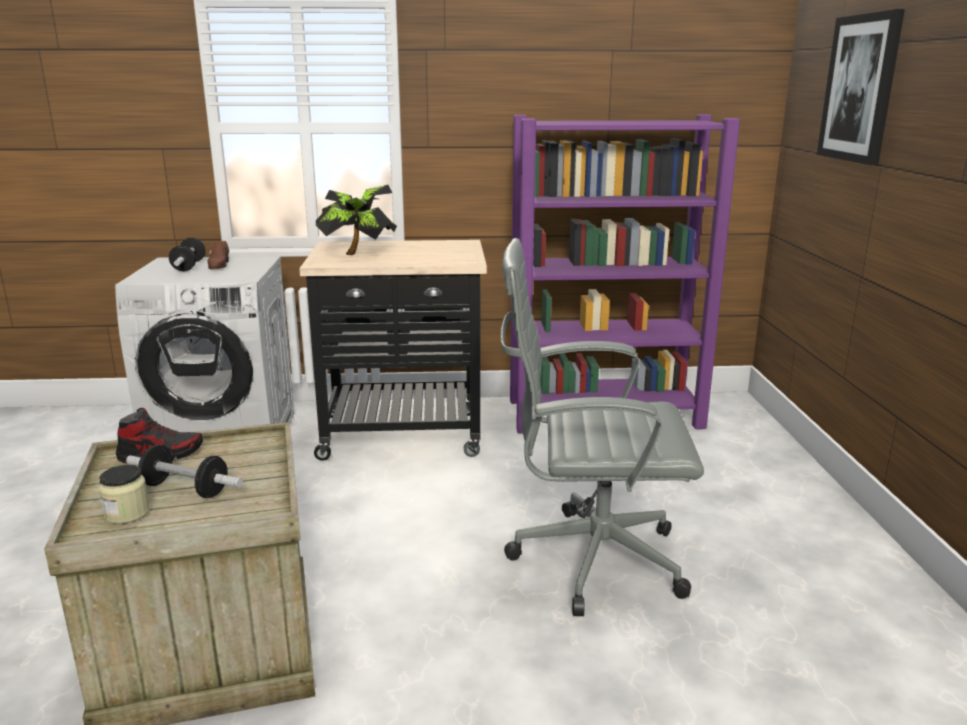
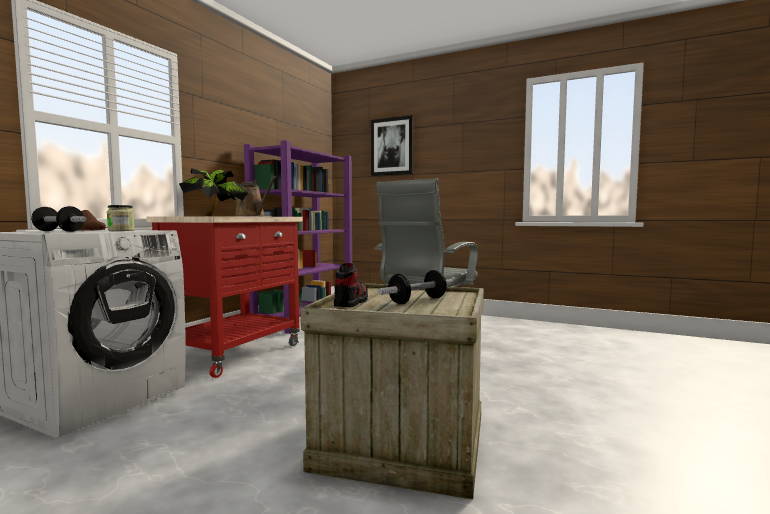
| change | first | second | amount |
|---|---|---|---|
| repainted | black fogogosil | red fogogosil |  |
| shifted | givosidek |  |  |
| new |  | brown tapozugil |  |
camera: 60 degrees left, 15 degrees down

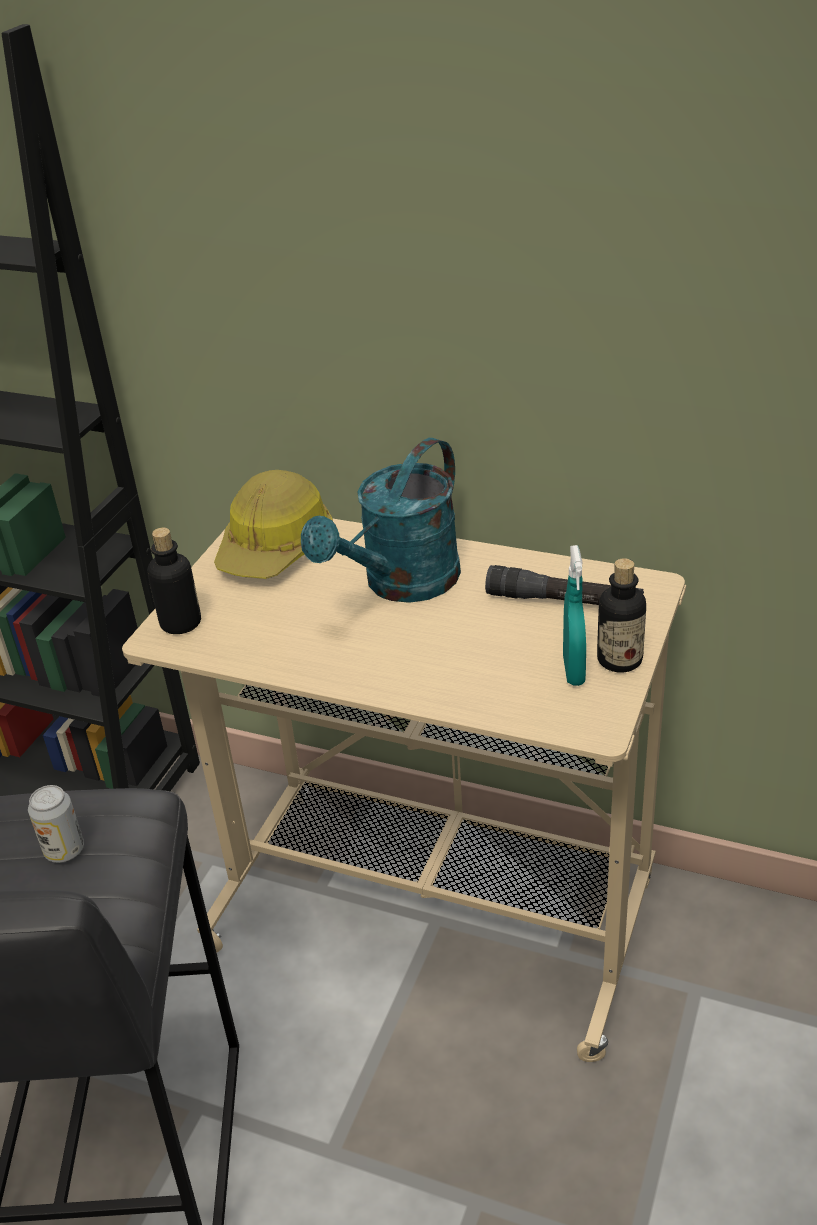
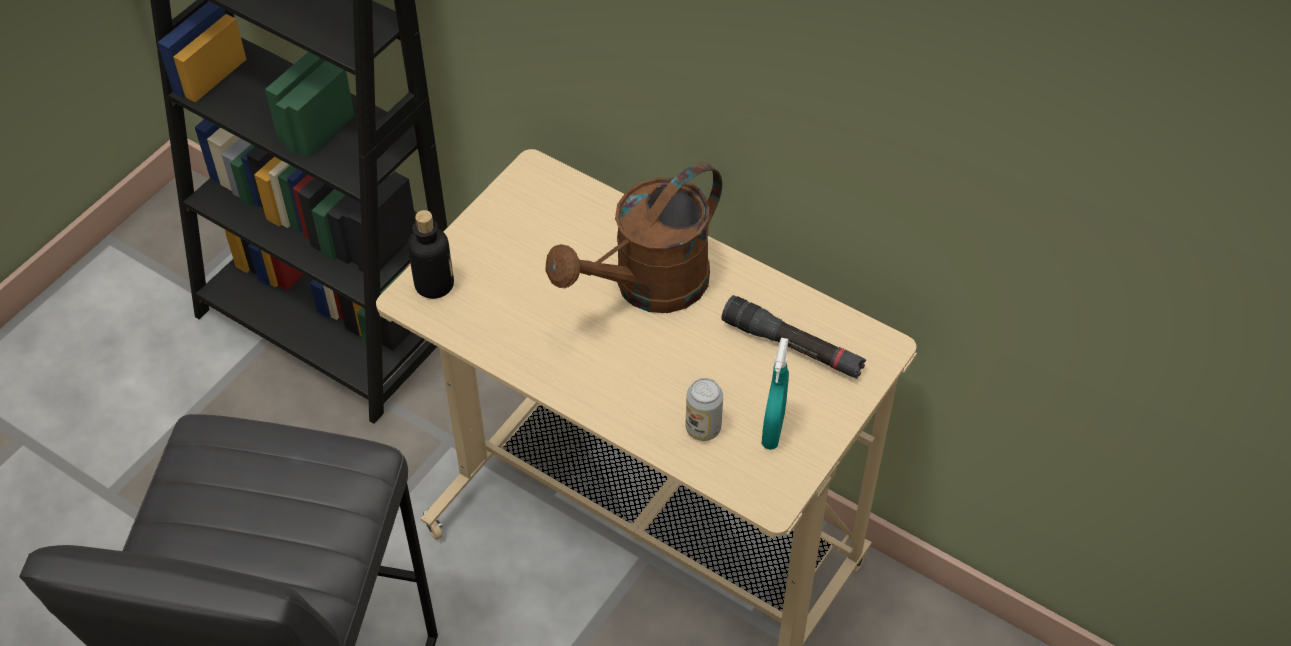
| change | first | second | amount |
|---|---|---|---|
| repainted | turquoise tapozugil | brown tapozugil |  |
| gone | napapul |  |  |
| gone | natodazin (no. 2 from left) |  |  |
| shifted | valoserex |  |  |
camera: 10 degrees right, 15 degrees up

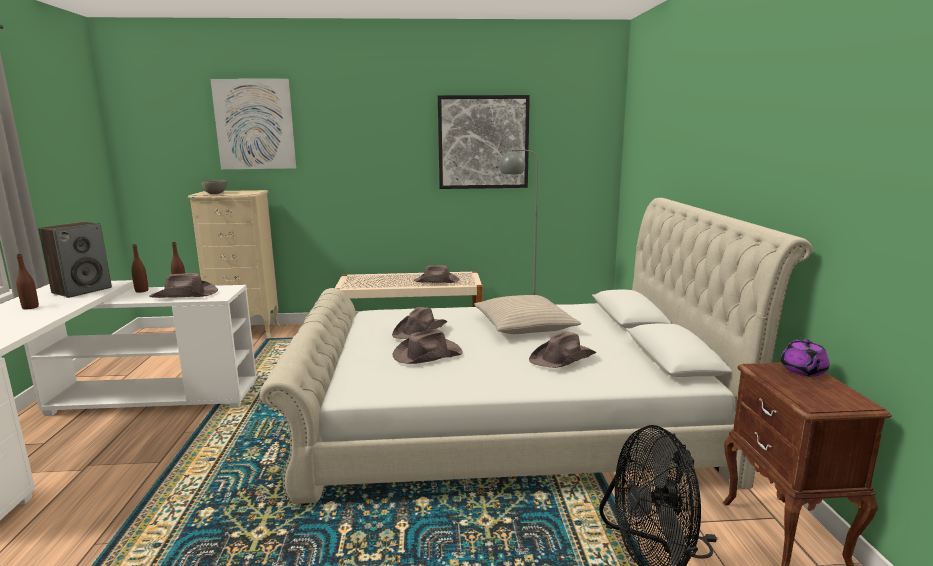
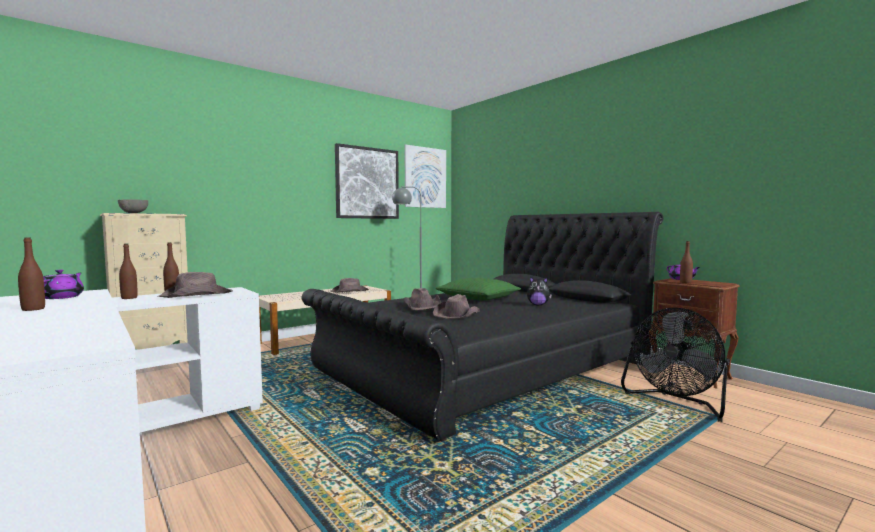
| change | first | second | amount |
|---|---|---|---|
| shifted | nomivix (no. 1 from left in the first image) | nomivix (no. 2 from left) |  |
| repainted | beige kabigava | black kabigava |  |
| swapped | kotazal | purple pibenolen (no. 1 from left) |  |
| repainted | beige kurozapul | green kurozapul |  |
| swapped | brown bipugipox (no. 5 from left) | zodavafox |  |
| new |  | brown natodazin (no. 4 from left) |  |
camera: 35 degrees left, 10 degrees down

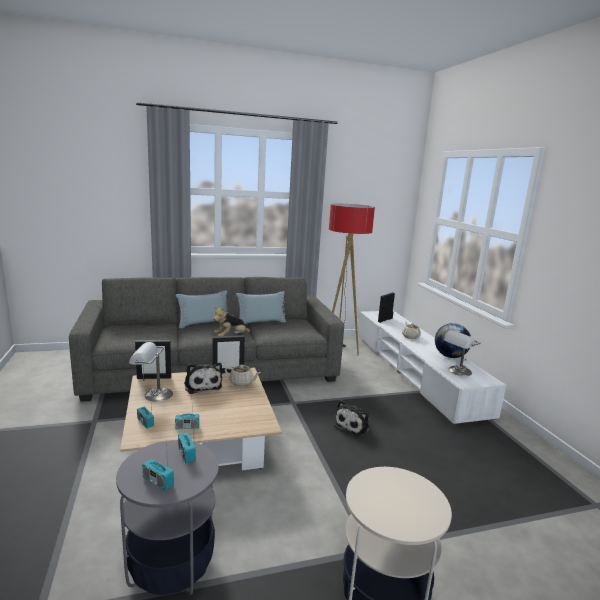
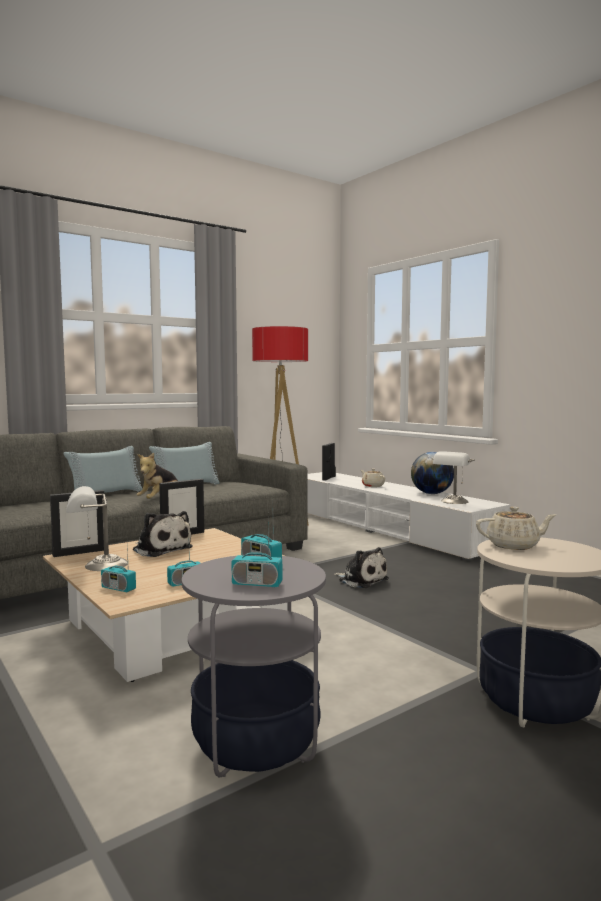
| change | first | second | amount |
|---|---|---|---|
| shifted | beige pibenolen (no. 1 from left in the first image) | beige pibenolen (no. 2 from left) |  |
| rotated | zodavafox (no. 3 from left) |  | 60 degrees counterclockwise |
camera: 20 degrees left, 10 degrees down

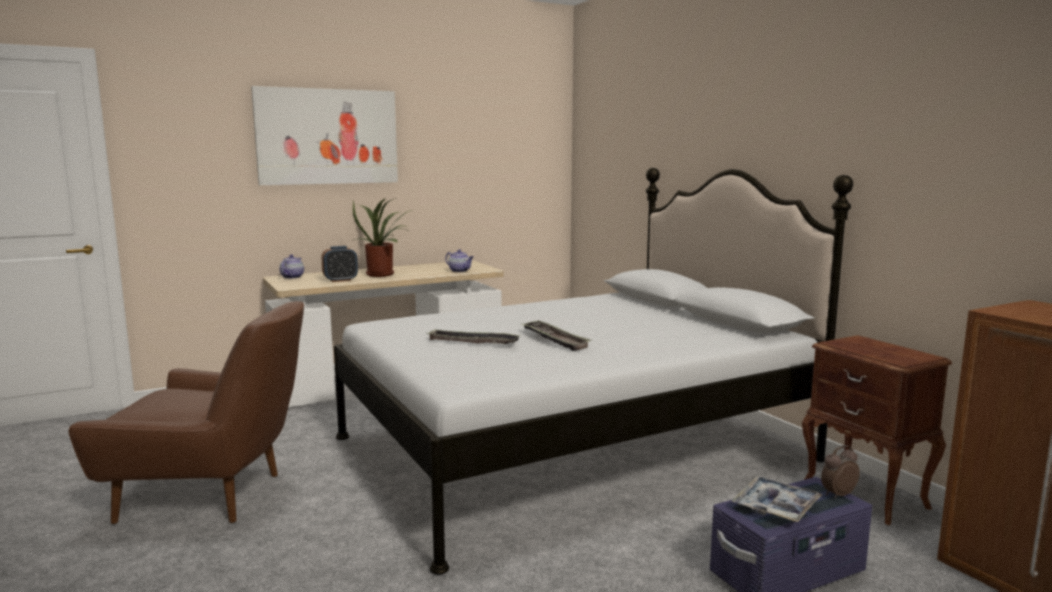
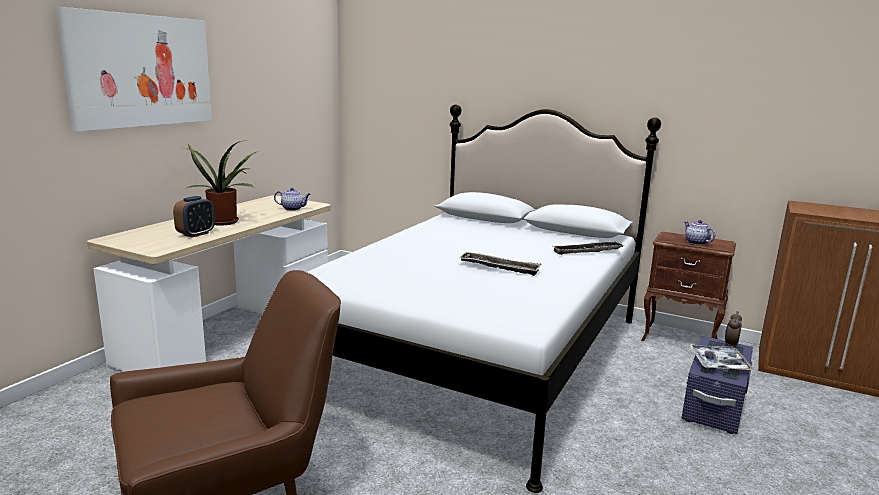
| change | first | second | amount |
|---|---|---|---|
| shifted | pibenolen (no. 1 from left in the first image) | pibenolen (no. 2 from left) |  |
| shifted | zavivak (no. 1 from left in the first image) | zavivak (no. 2 from left) |  |
camera: 35 degrees left, 5 degrees up

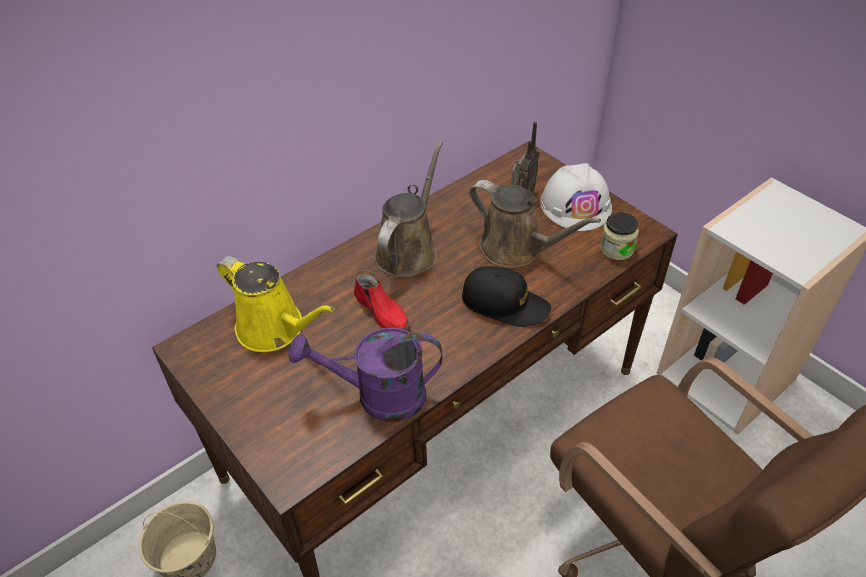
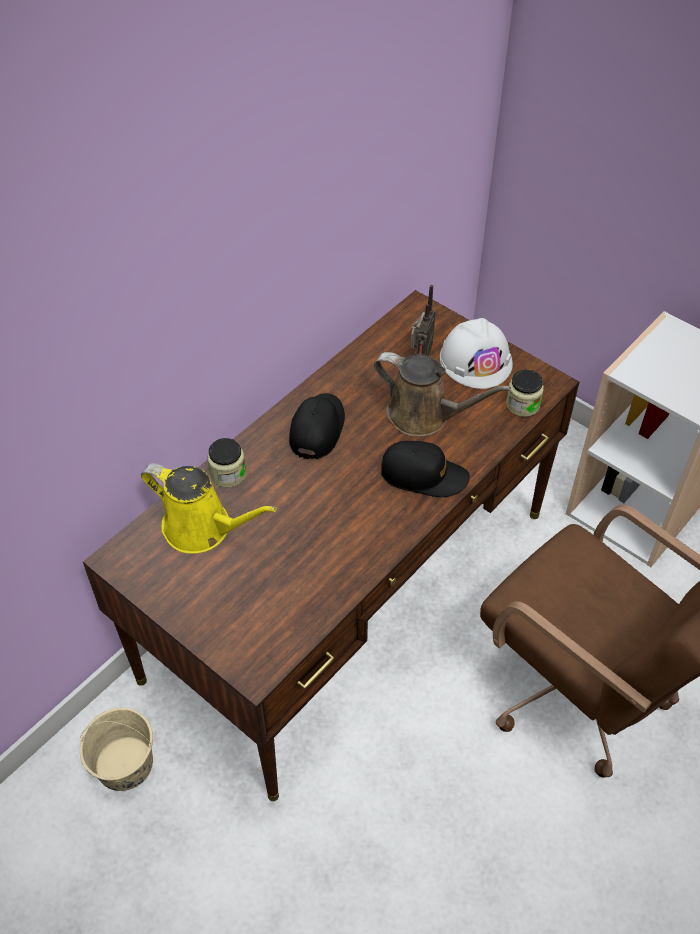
| change | first | second | amount |
|---|---|---|---|
| swapped | brown tapozugil (no. 1 from left) | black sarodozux (no. 1 from left) |  |
| gone | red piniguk |  |  |
| gone | purple tapozugil |  |  |
| new |  | givosidek (no. 1 from left) |  |
camera: 10 degrees left, 5 degrees up

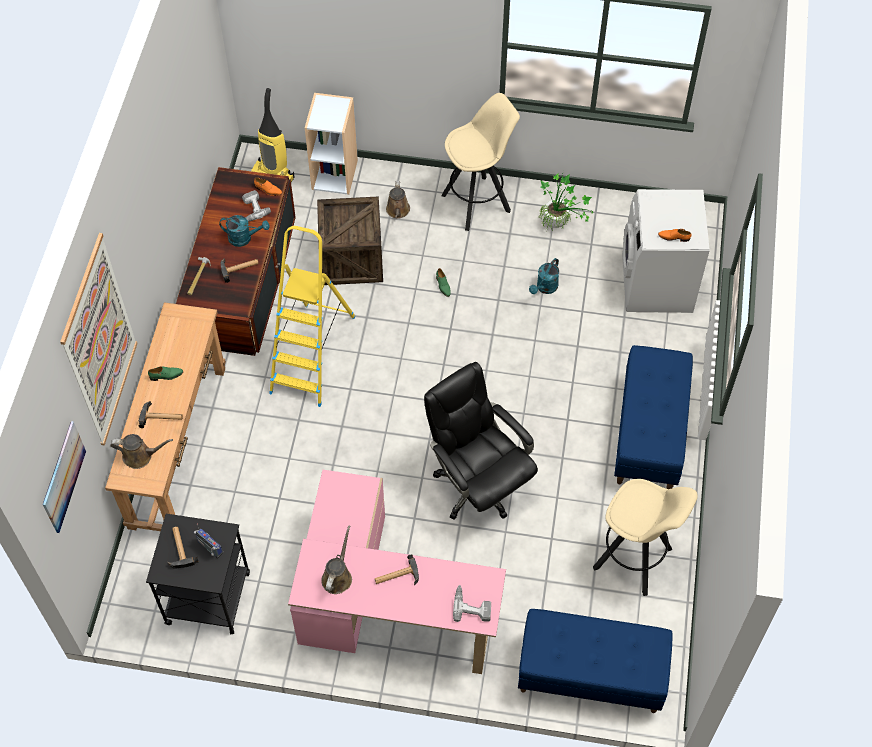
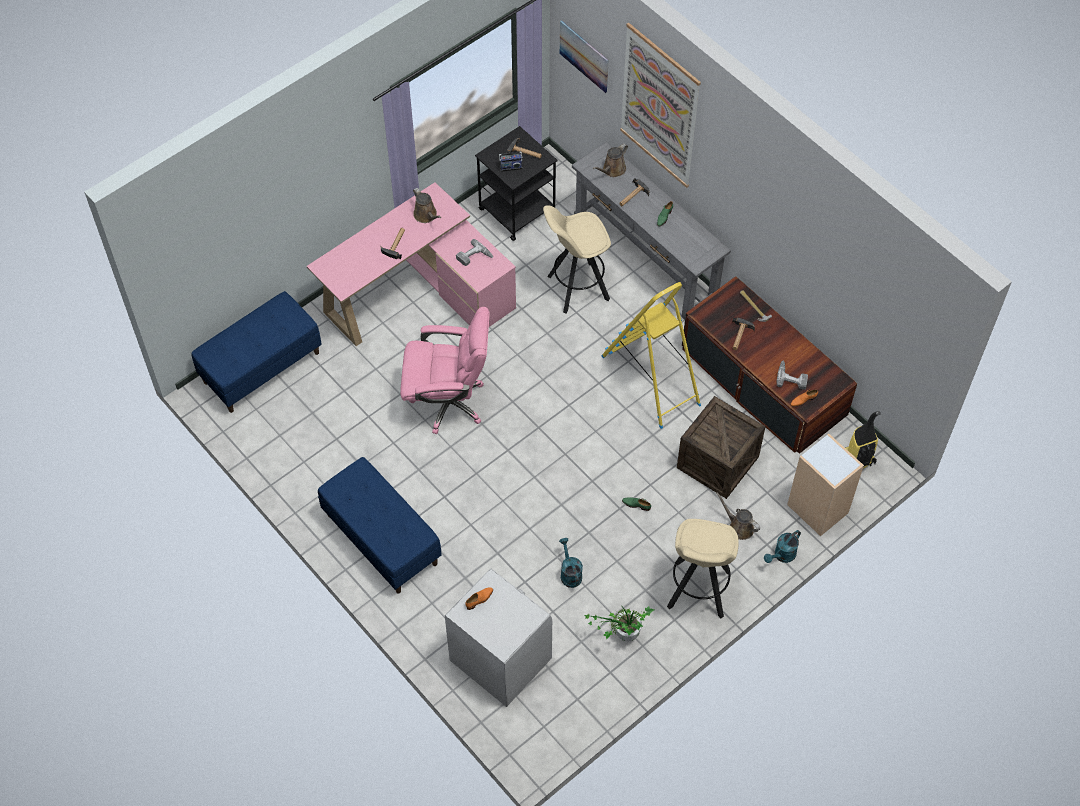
| change | first | second | amount |
|---|---|---|---|
| shifted | turquoise tapozugil (no. 1 from left in the first image) | turquoise tapozugil (no. 2 from left) |  |
| repainted | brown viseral | grey viseral |  |
| repainted | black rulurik | pink rulurik |  |
| shifted | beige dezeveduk (no. 2 from left in the first image) | beige dezeveduk (no. 1 from left) |  |
| shifted | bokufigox (no. 2 from left in the first image) | bokufigox (no. 1 from left) |  |
camera: 130 degrees right, 0 degrees up

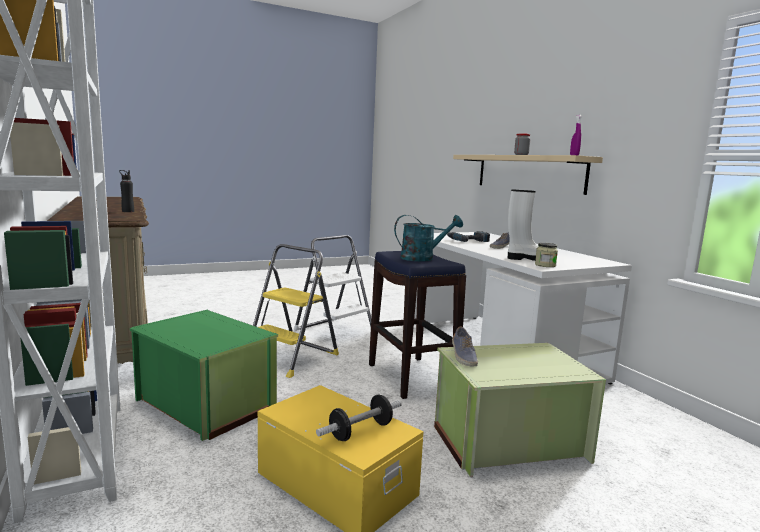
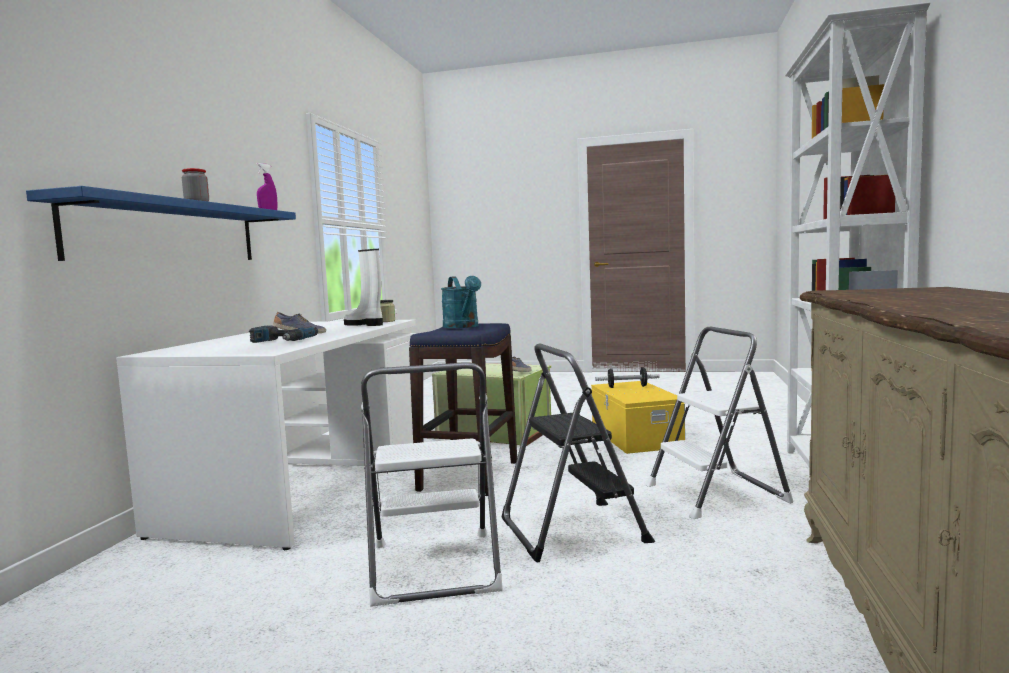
| change | first | second | amount |
|---|---|---|---|
| repainted | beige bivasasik | blue bivasasik |  |
| gone | black natodazin |  |  |
| rotated | turquoise tapozugil |  | 135 degrees counterclockwise |
| repainted | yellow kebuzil | black kebuzil |  |
| swapped | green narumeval (no. 1 from left) | white kebuzil (no. 2 from left) |  |
camera: 140 degrees left, 5 degrees down

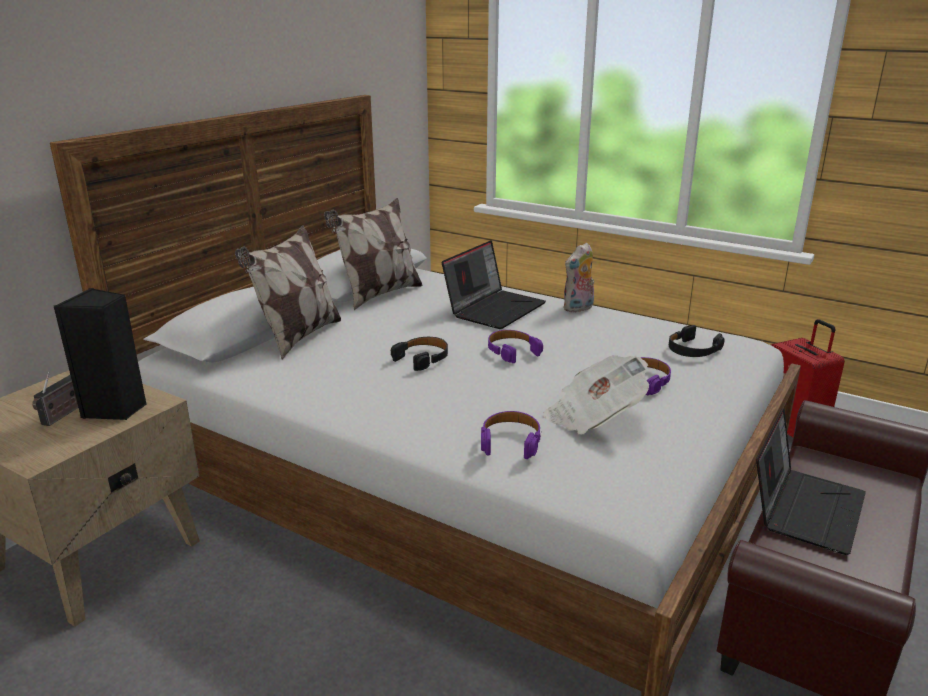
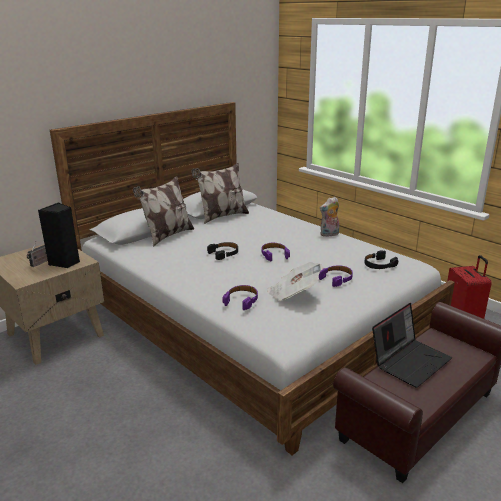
| change | first | second | amount |
|---|---|---|---|
| gone | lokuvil (no. 1 from left) |  |  |
camera: 15 degrees right, 0 degrees up

